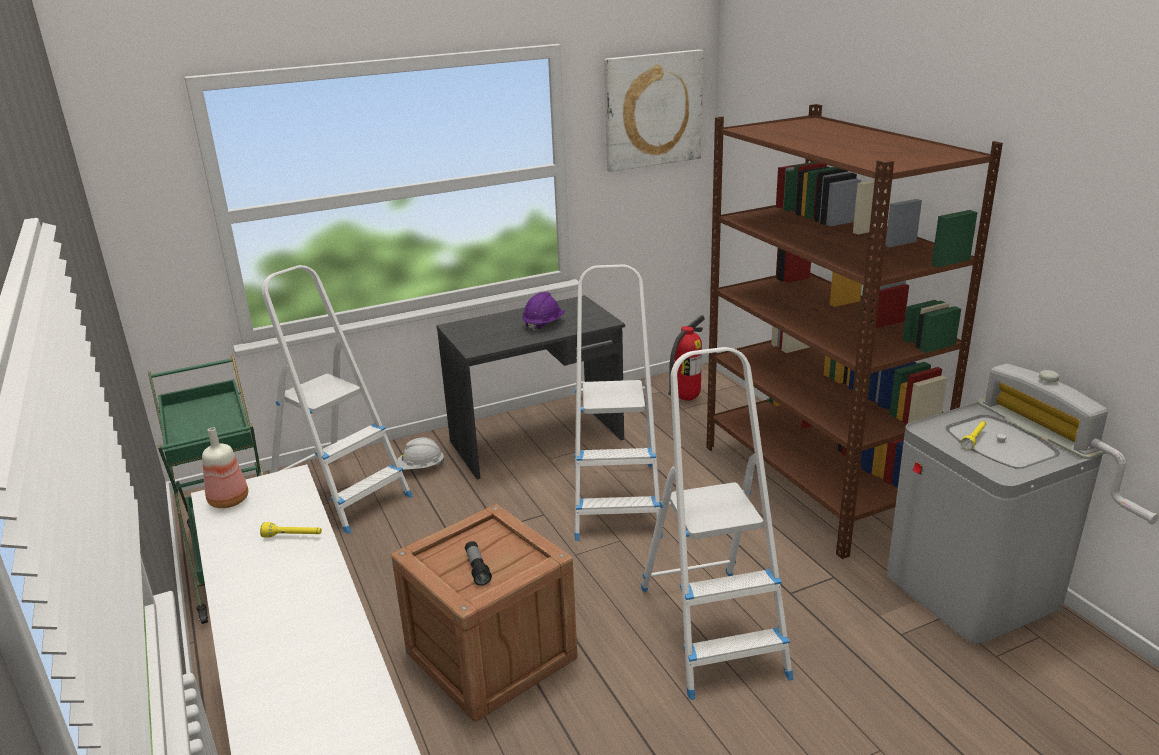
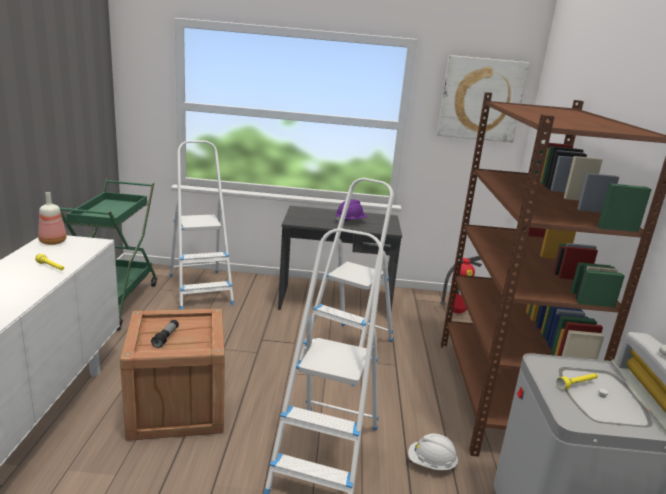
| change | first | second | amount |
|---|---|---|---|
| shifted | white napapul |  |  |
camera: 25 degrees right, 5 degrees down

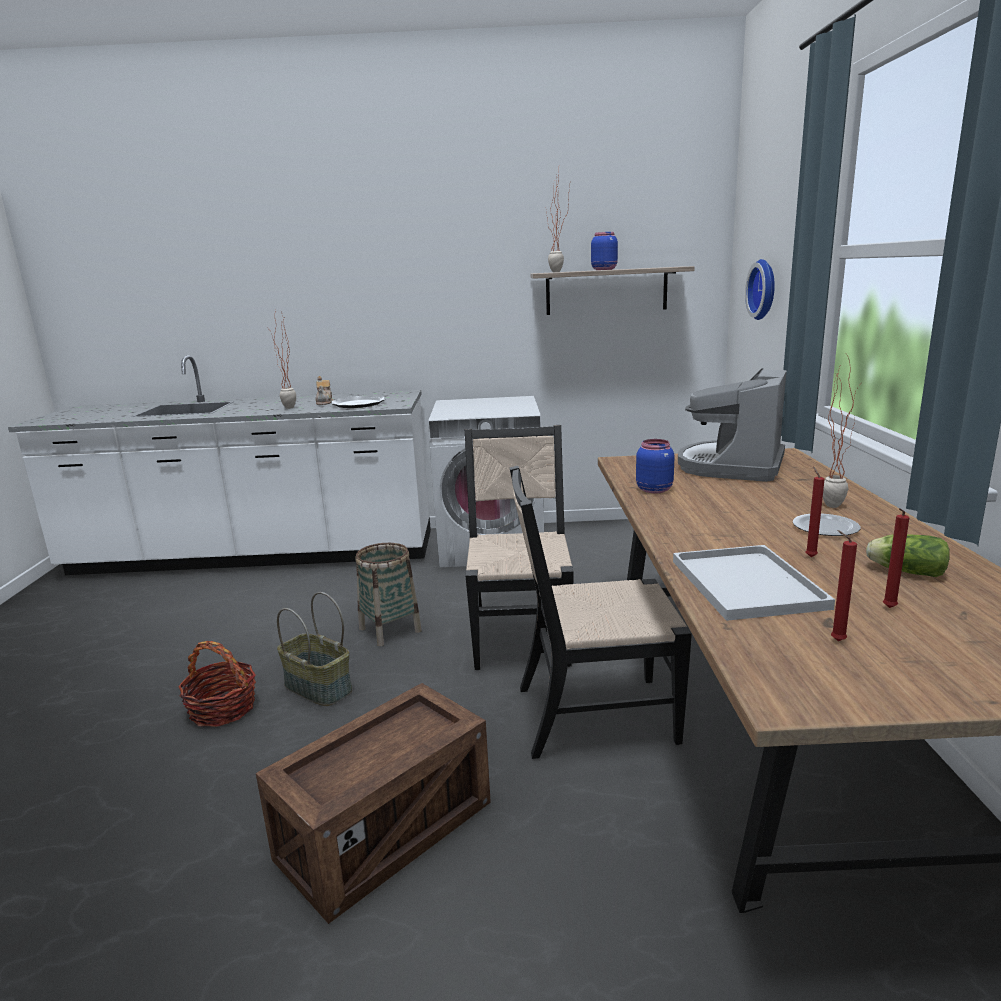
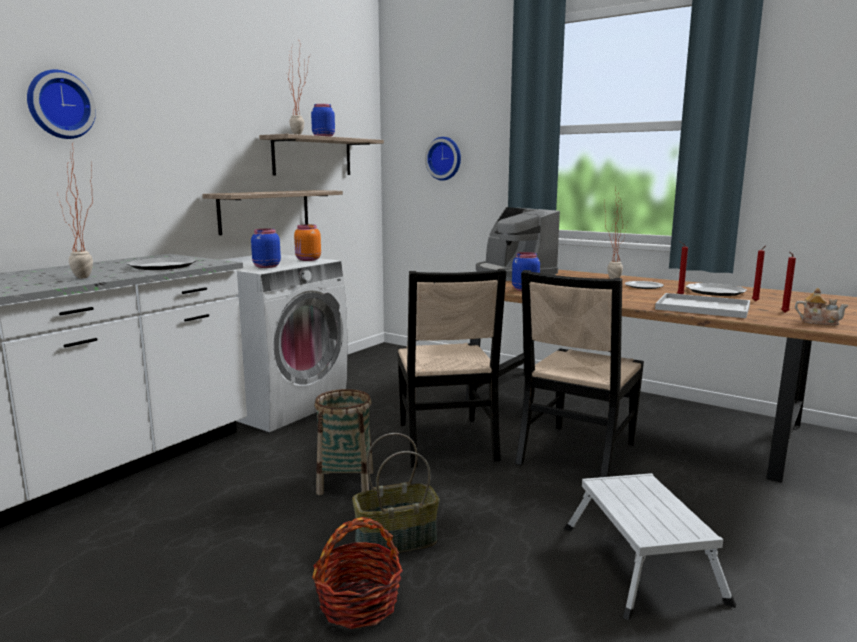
| change | first | second | amount |
|---|---|---|---|
| shifted | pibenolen |  |  |
| rotated | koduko (no. 1 from left) |  | 135 degrees counterclockwise |
| swapped | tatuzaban | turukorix (no. 3 from left) |  |
| swapped | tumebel | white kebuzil |  |
| new |  | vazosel (no. 1 from left) |  |
| new |  | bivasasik (no. 1 from left) |  |
| new |  | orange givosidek |  |
| new |  | blue givosidek (no. 1 from left) |  |
camera: 55 degrees left, 5 degrees down

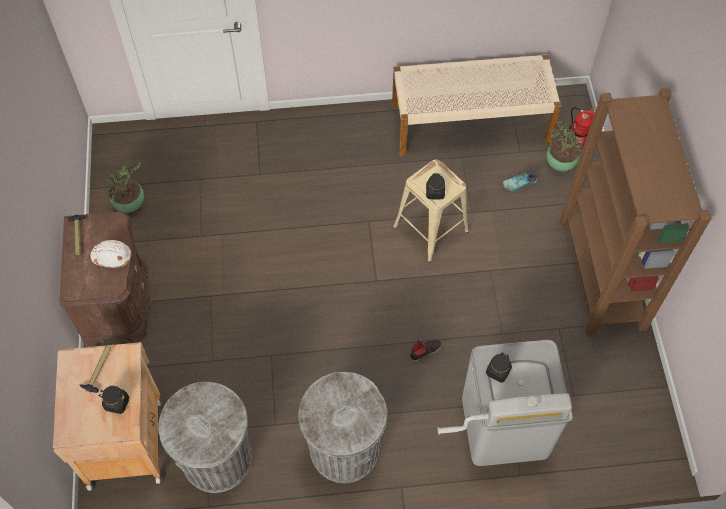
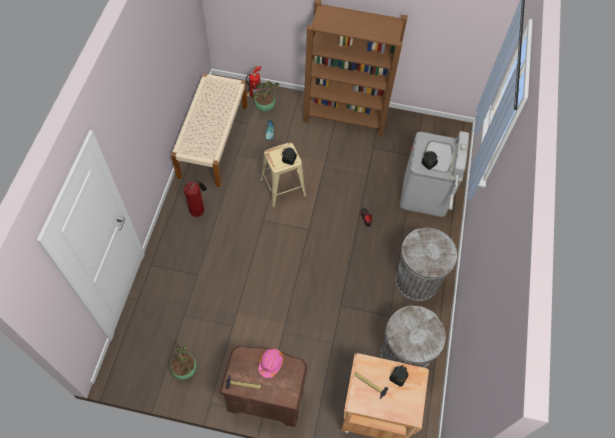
| change | first | second | amount |
|---|---|---|---|
| repainted | white napapul | pink napapul |  |
| new |  | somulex (no. 1 from left) |  |
camera: 75 degrees left, 0 degrees up

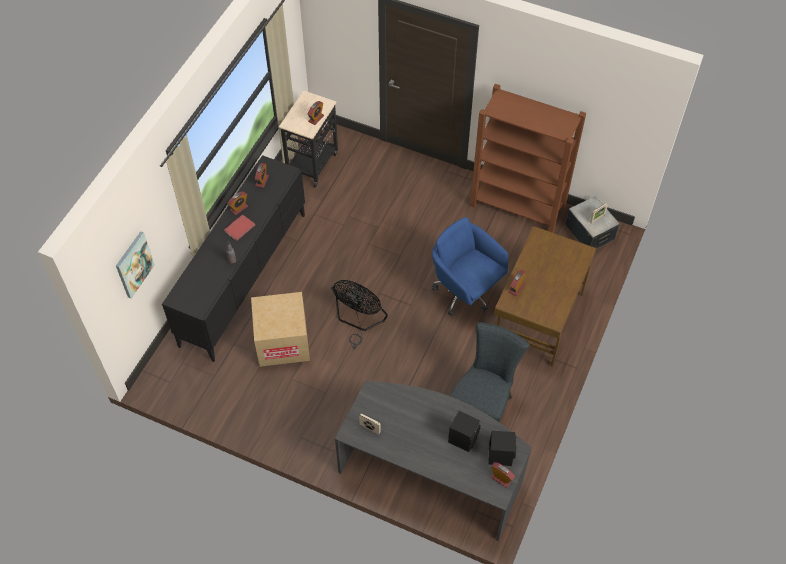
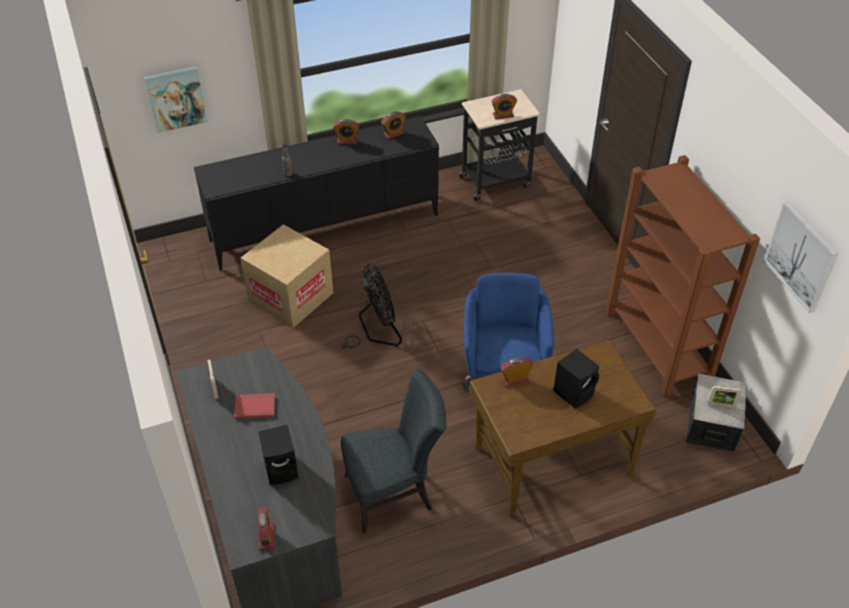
| change | first | second | amount |
|---|---|---|---|
| shifted | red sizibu |  |  |
| shifted | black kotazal (no. 2 from left) |  |  |
| new |  | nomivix (no. 2 from left) |  |
camera: 45 degrees right, 10 degrees down

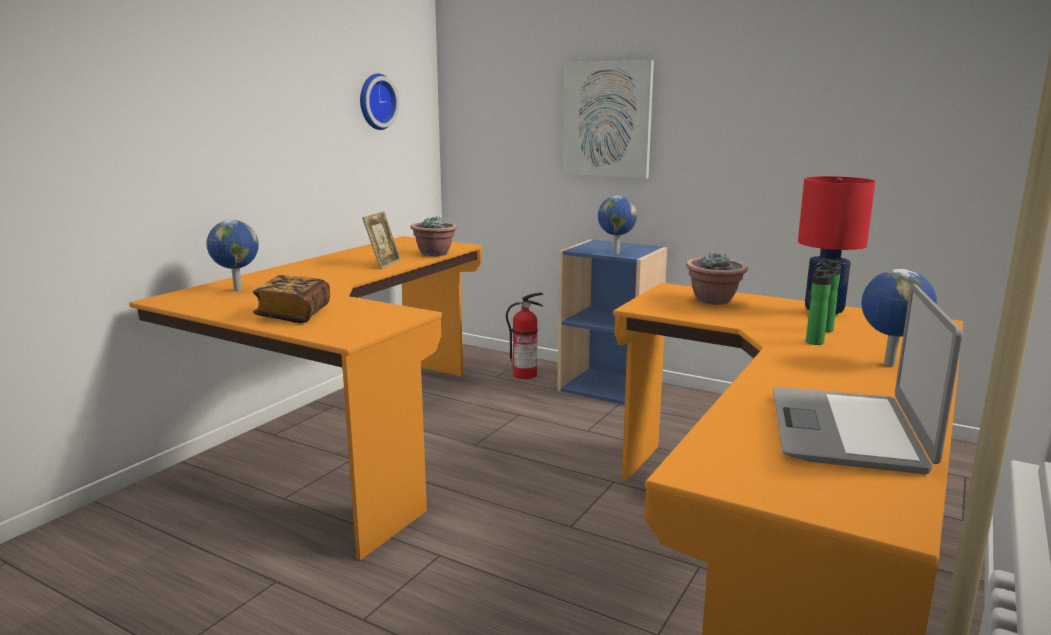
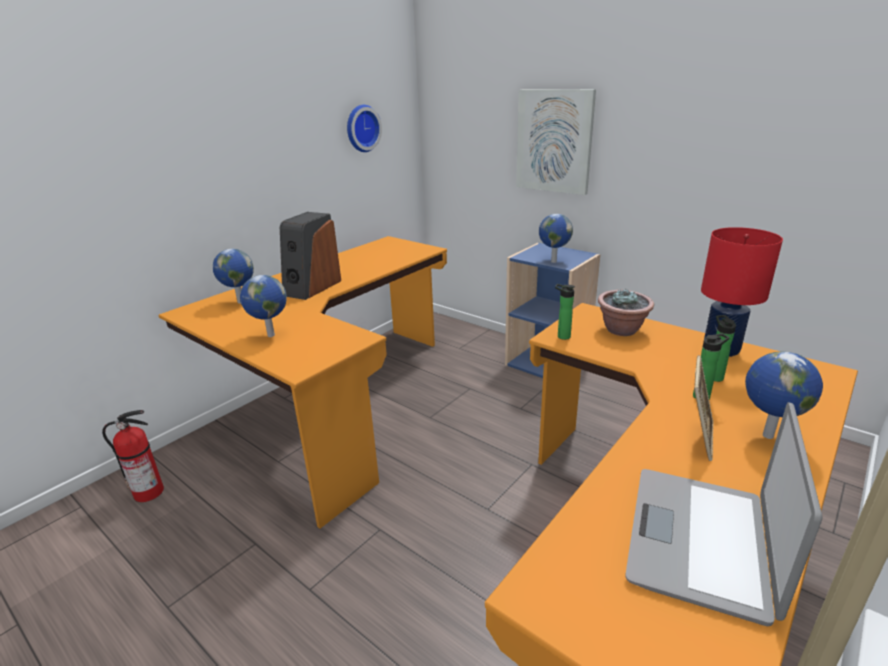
| change | first | second | amount |
|---|---|---|---|
| shifted | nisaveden |  |  |
| gone | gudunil (no. 1 from left) |  |  |
| swapped | sizibu | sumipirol (no. 2 from left) |  |
| shifted | somulex |  |  |
| new |  | kotazal |  |
| new |  | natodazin (no. 1 from left) |  |
camera: 10 degrees right, 10 degrees up

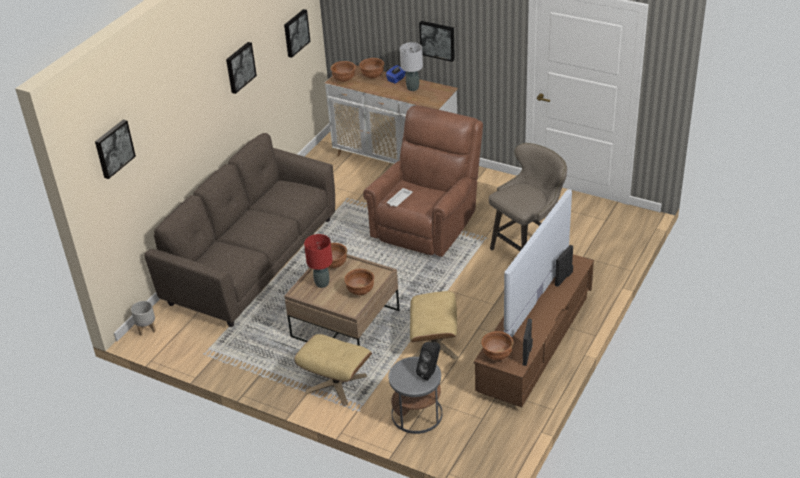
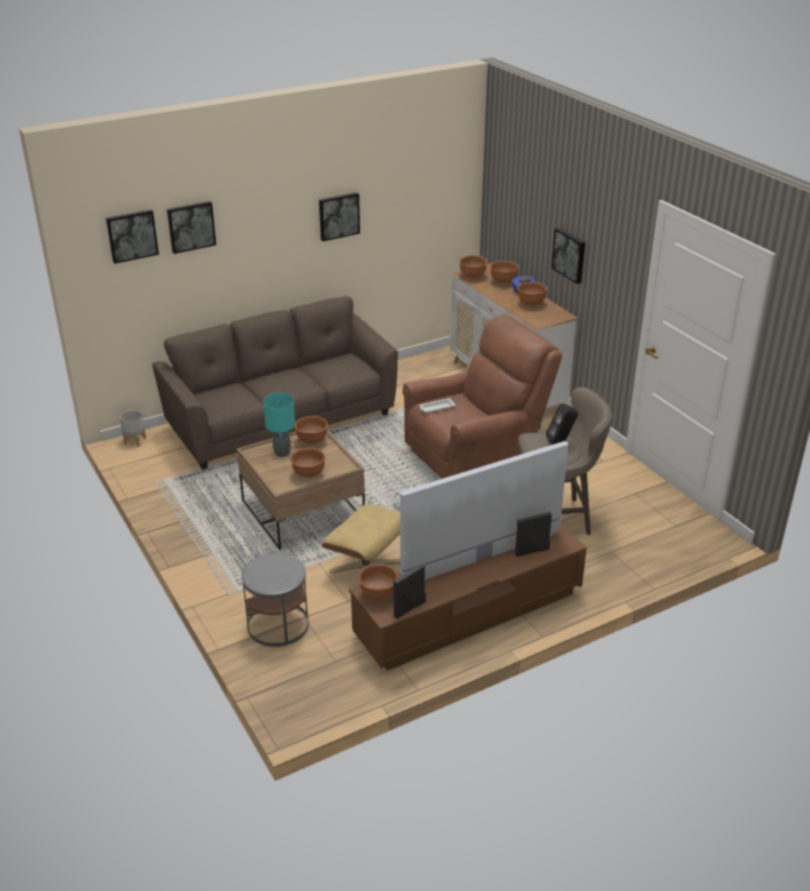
| change | first | second | amount |
|---|---|---|---|
| shifted | nomivix (no. 3 from left in the first image) | nomivix (no. 2 from left) |  |
| swapped | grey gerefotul | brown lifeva (no. 6 from left) |  |
| repainted | red gerefotul | turquoise gerefotul |  |
| gone | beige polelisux (no. 1 from left) |  |  |
| shifted | black kotazal |  |  |
camera: 30 degrees right, 5 degrees down

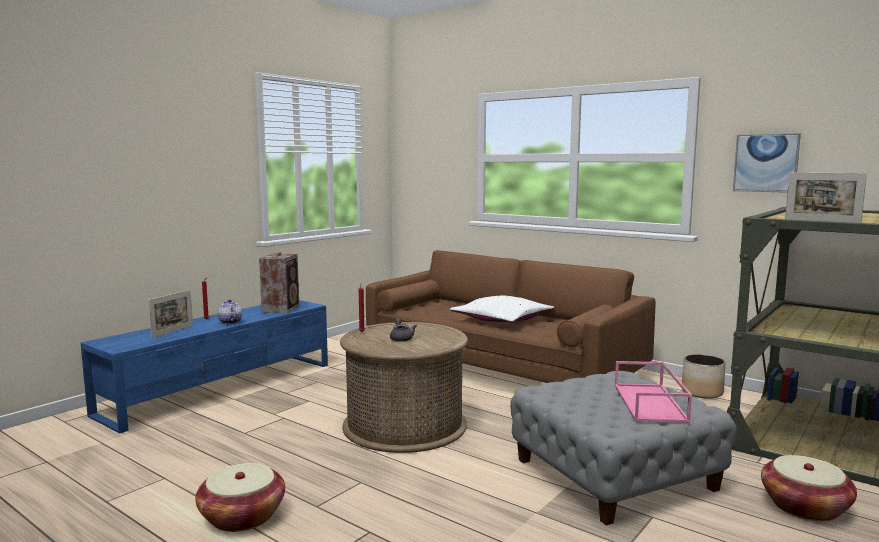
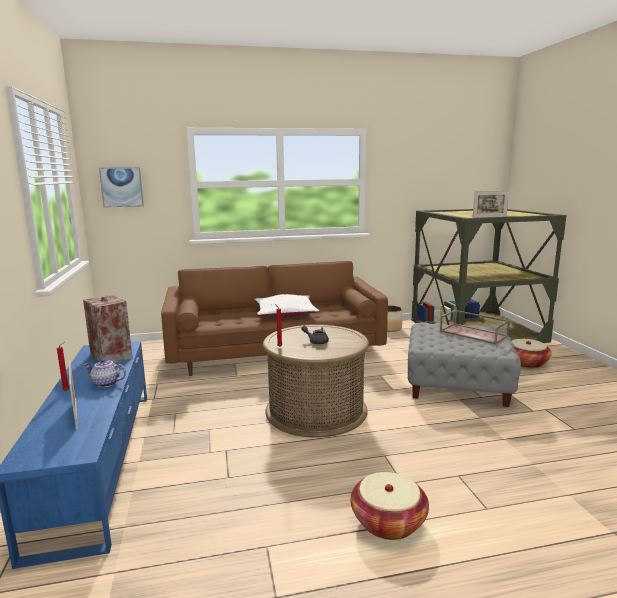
| change | first | second | amount |
|---|---|---|---|
| shifted | nomivix |  |  |
| repainted | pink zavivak | brown zavivak |  |
camera: 50 degrees left, 5 degrees up

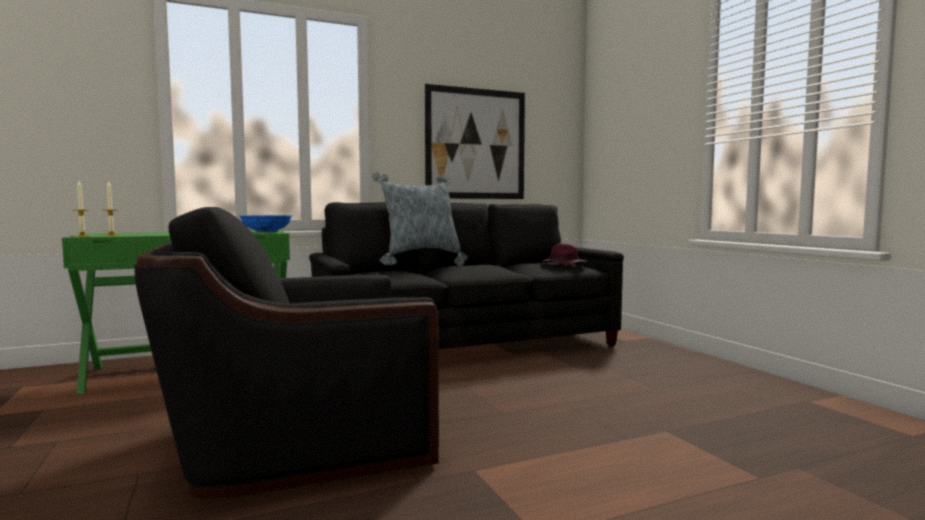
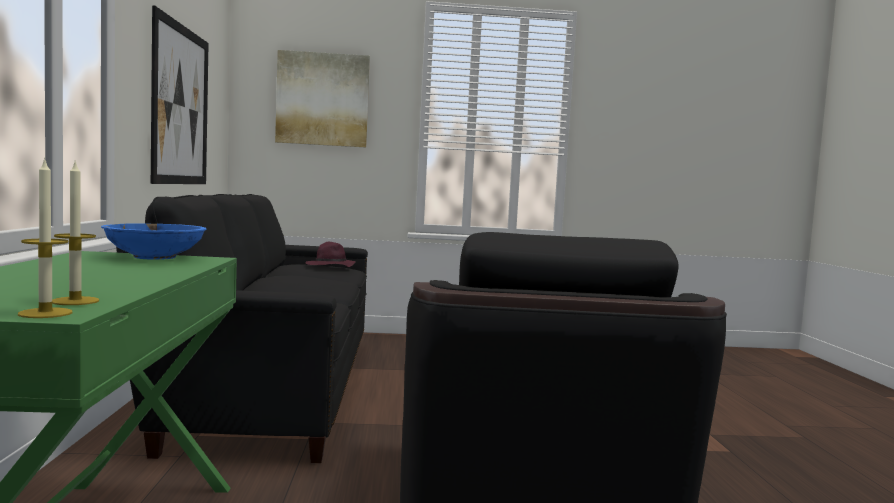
| change | first | second | amount |
|---|---|---|---|
| gone | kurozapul |  |  |
| new |  | nomivix (no. 2 from left) |  |
camera: 70 degrees left, 0 degrees up

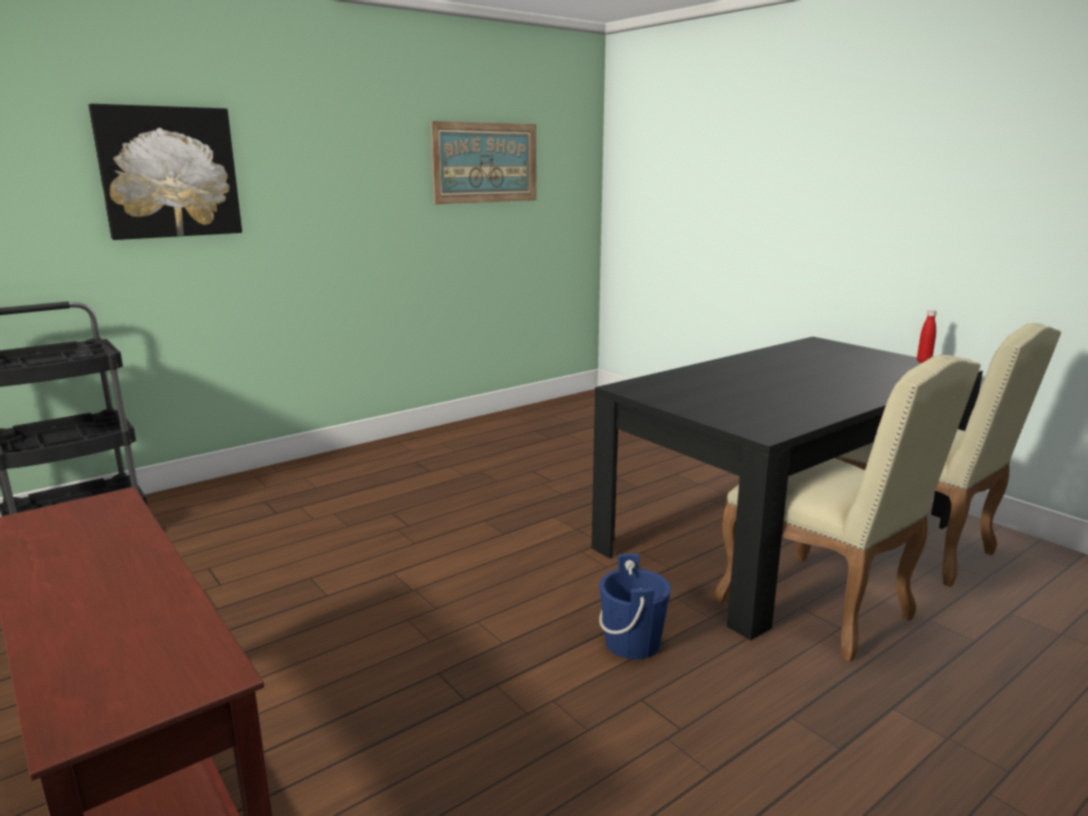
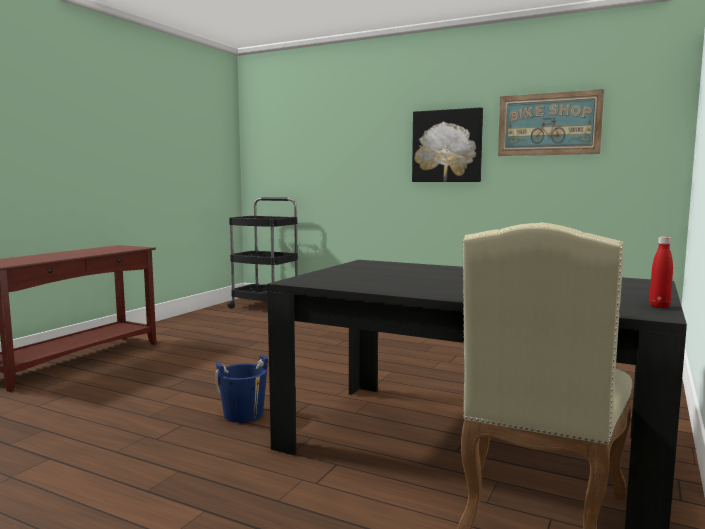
| change | first | second | amount |
|---|---|---|---|
| shifted | nomivix (no. 1 from left) |  |  |
| gone | beige koduko (no. 1 from left) |  |  |
camera: 65 degrees right, 10 degrees down

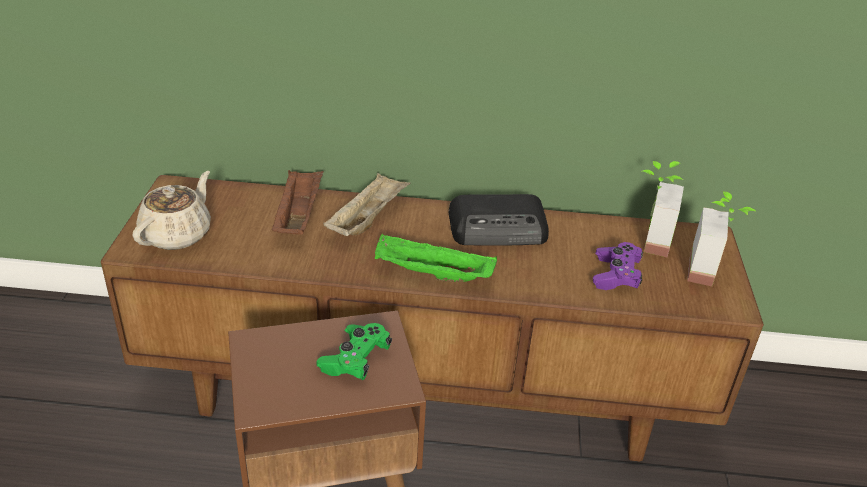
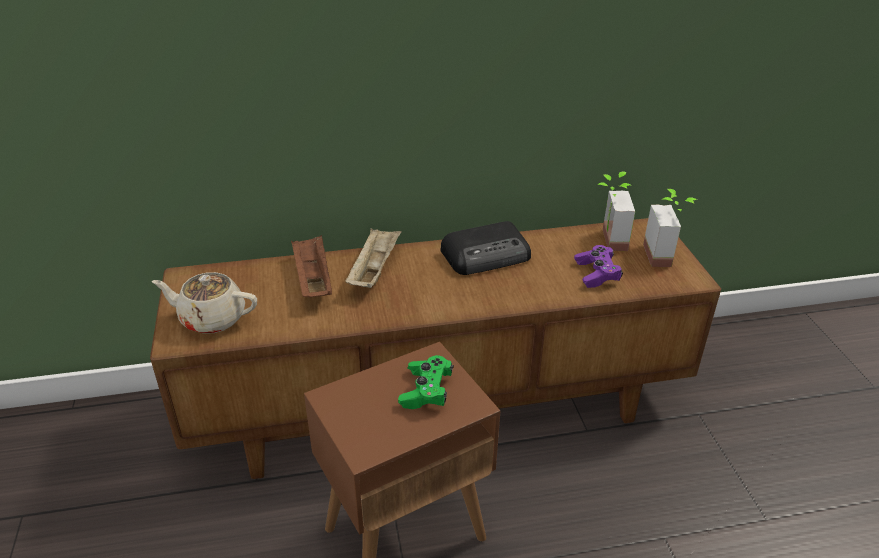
| change | first | second | amount |
|---|---|---|---|
| rotated | beige pibenolen |  | 90 degrees counterclockwise |
| gone | green zavivak |  |  |
camera: 15 degrees left, 0 degrees up

